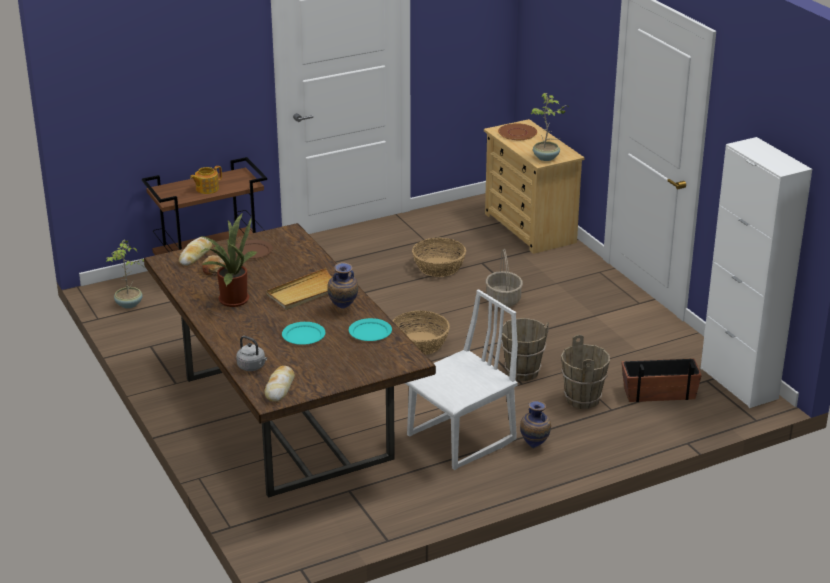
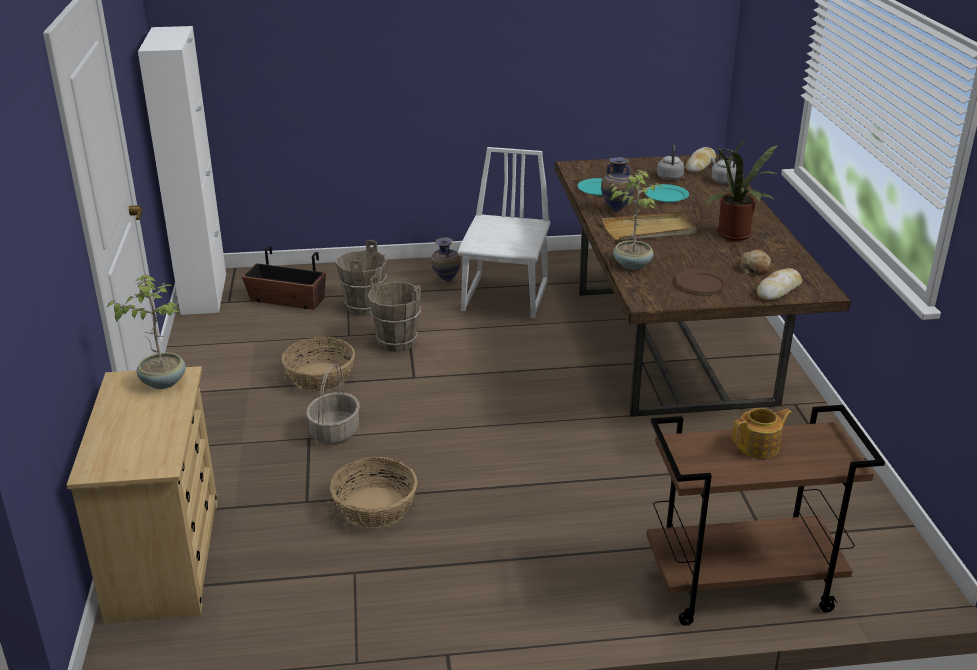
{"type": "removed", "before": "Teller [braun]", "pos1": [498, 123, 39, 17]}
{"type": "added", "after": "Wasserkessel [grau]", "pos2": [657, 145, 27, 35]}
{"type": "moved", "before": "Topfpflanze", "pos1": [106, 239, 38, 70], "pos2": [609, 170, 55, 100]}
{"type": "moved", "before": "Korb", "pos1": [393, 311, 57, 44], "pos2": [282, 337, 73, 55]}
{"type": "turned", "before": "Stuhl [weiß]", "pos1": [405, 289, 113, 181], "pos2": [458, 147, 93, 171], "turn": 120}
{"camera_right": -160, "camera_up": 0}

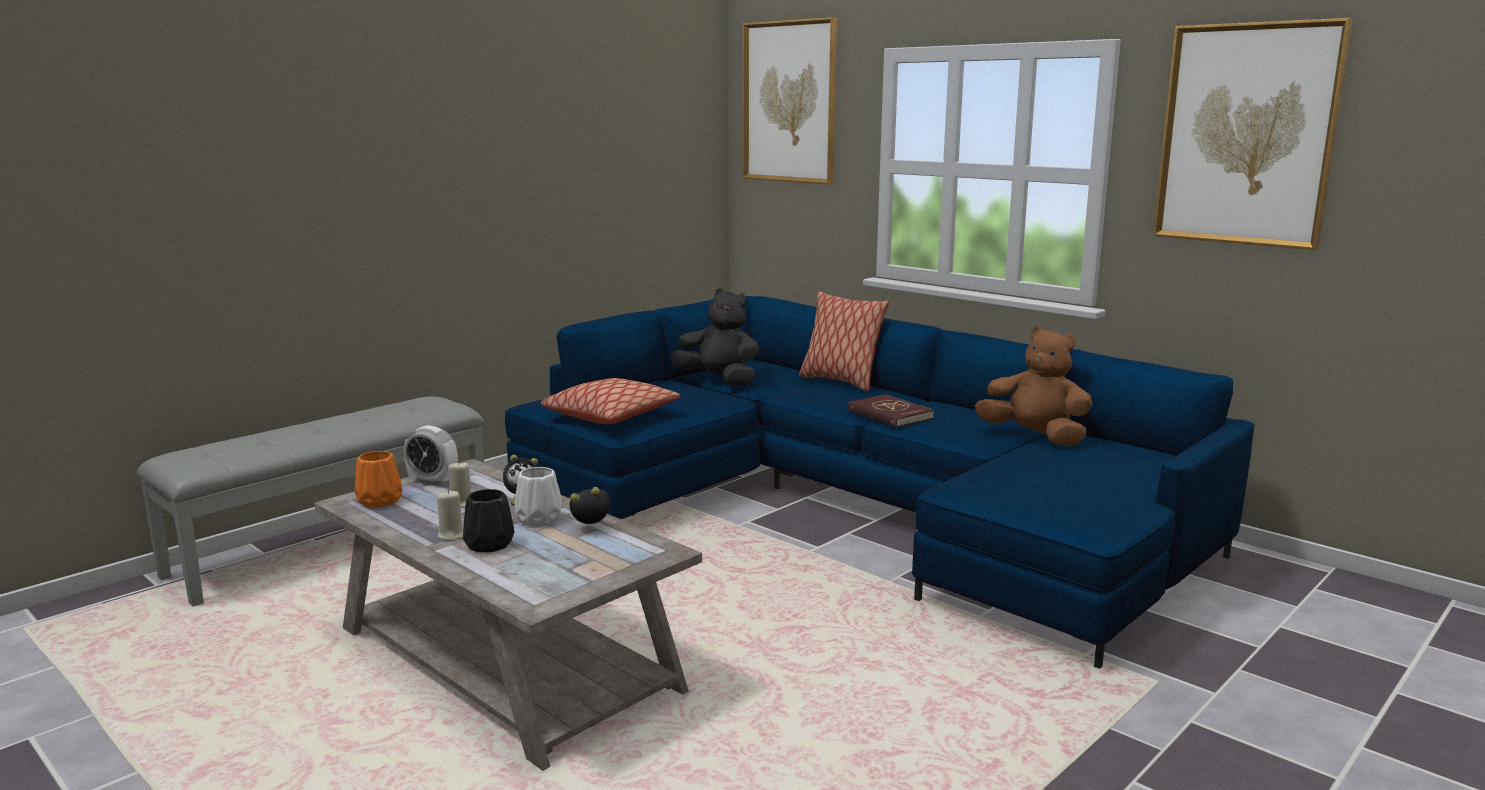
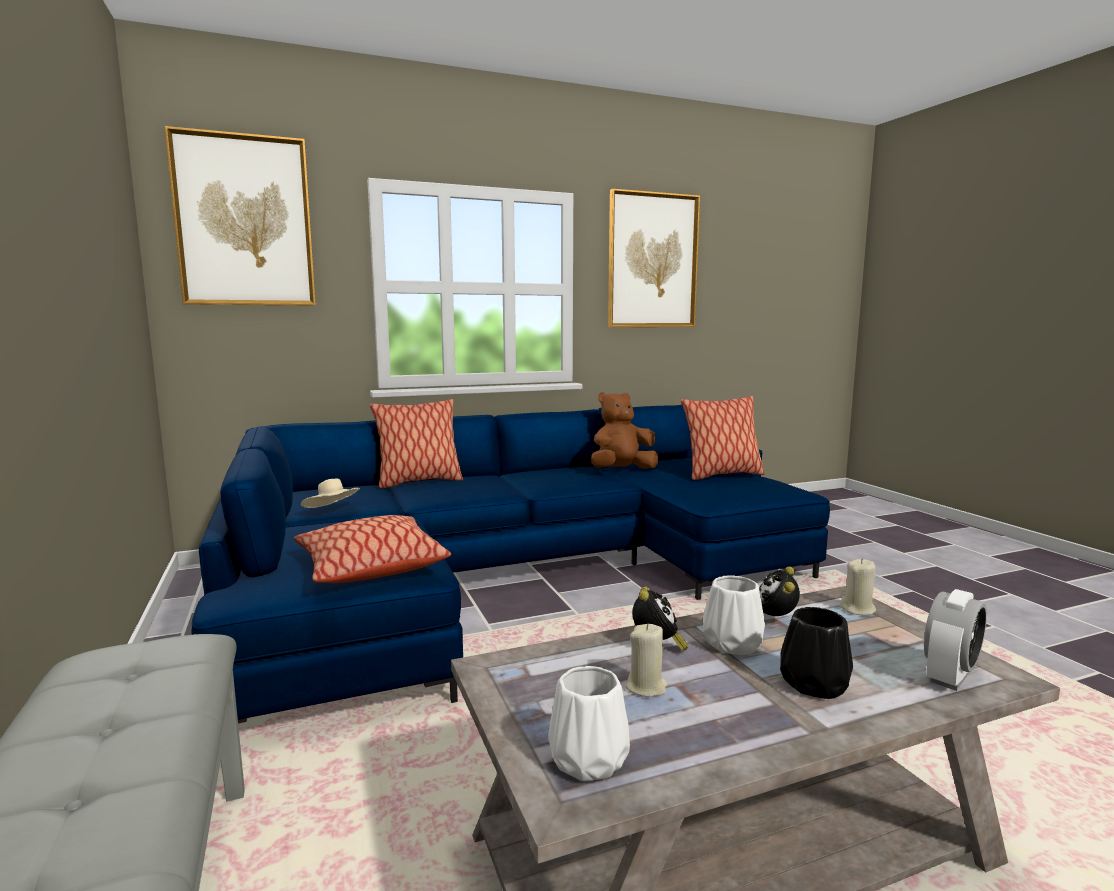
{"type": "removed", "before": "Buch [rot]", "pos1": [848, 394, 86, 34]}
{"type": "added", "after": "Kissen", "pos2": [681, 396, 84, 84]}
{"type": "moved", "before": "Wecker", "pos1": [404, 425, 54, 61], "pos2": [924, 589, 63, 102]}
{"type": "moved", "before": "Kerze [beige]", "pos1": [437, 490, 26, 51], "pos2": [840, 558, 36, 57]}
{"type": "replaced", "before": "Plüschtier [schwarz]", "after": "Hut [beige]", "pos1": [671, 288, 88, 98], "pos2": [301, 479, 59, 29]}
{"type": "recoloured", "before": "Vase [orange]", "after": "Vase [weiß]", "pos1": [355, 451, 48, 56], "pos2": [548, 666, 82, 115]}
{"camera_right": -65, "camera_up": -5}

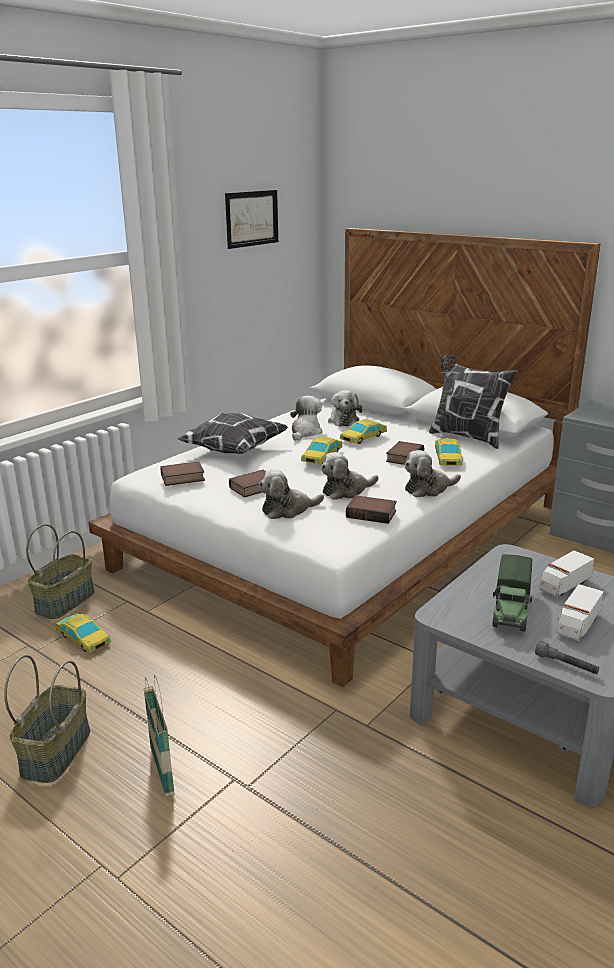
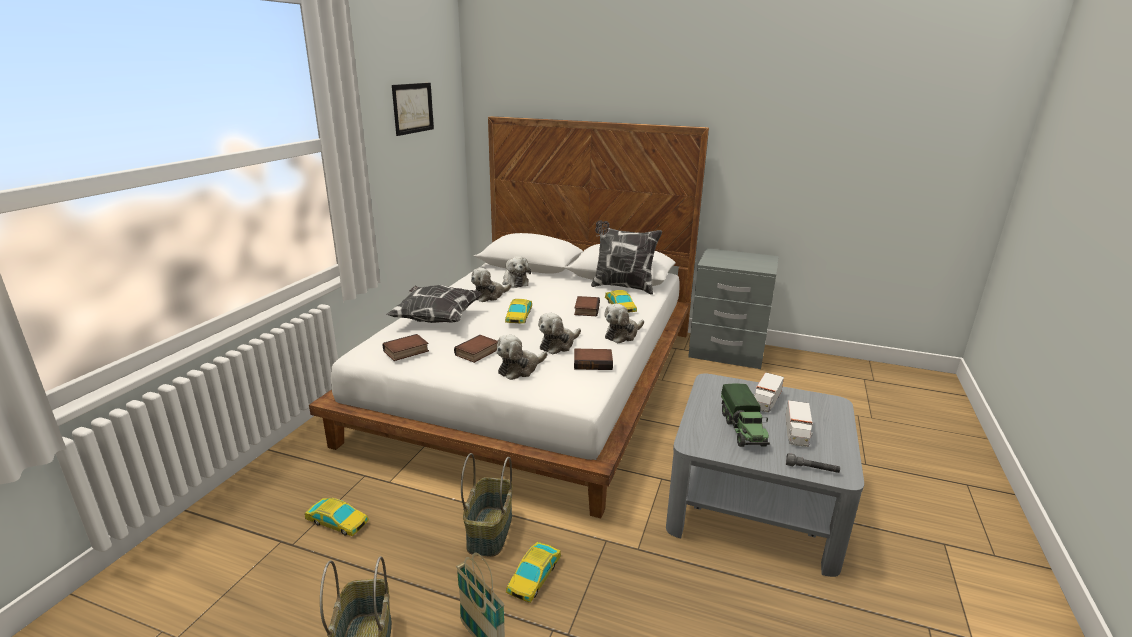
{"type": "moved", "before": "Korb", "pos1": [26, 524, 69, 95], "pos2": [461, 453, 52, 104]}
{"type": "moved", "before": "Spielzeugauto", "pos1": [340, 419, 47, 25], "pos2": [506, 542, 55, 61]}
{"type": "turned", "before": "Plüschtier", "pos1": [290, 396, 33, 45], "pos2": [471, 268, 40, 34], "turn": -135}
{"camera_right": -20, "camera_up": 0}

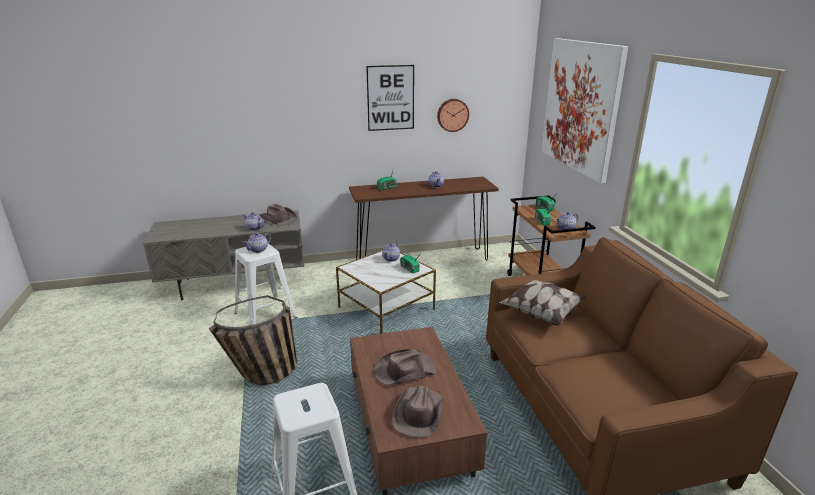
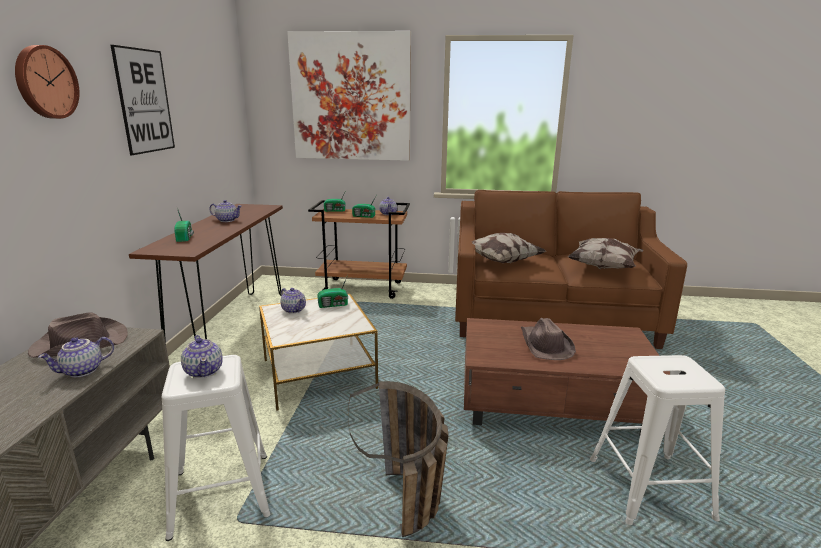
{"type": "removed", "before": "Hut [braun]", "pos1": [392, 386, 52, 52]}
{"type": "added", "after": "Kissen", "pos2": [567, 238, 76, 31]}
{"type": "moved", "before": "Wanduhr", "pos1": [437, 99, 32, 33], "pos2": [15, 45, 65, 74]}
{"camera_right": -70, "camera_up": -5}

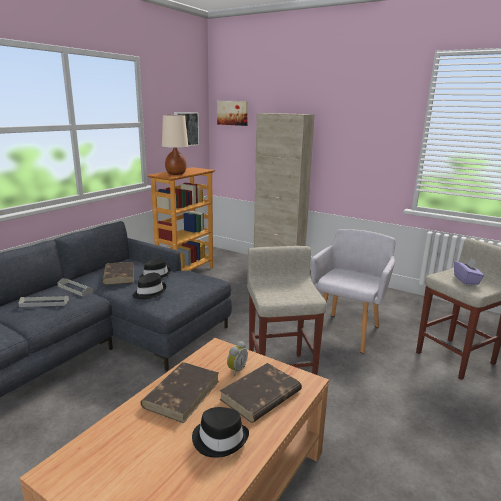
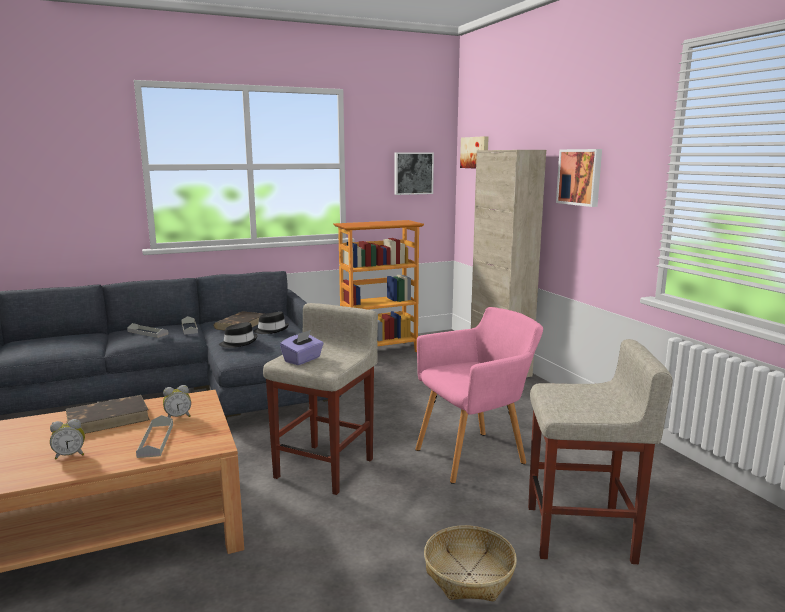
{"type": "removed", "before": "Tischlampe [beige]", "pos1": [162, 115, 26, 60]}
{"type": "added", "after": "Korb", "pos2": [424, 525, 93, 77]}
{"type": "added", "after": "Bild", "pos2": [556, 149, 46, 58]}
{"type": "moved", "before": "Taschentuchbox [lila]", "pos1": [454, 258, 30, 27], "pos2": [280, 330, 44, 35]}
{"type": "replaced", "before": "Hut [schwarz]", "after": "Wecker", "pos1": [192, 407, 57, 51], "pos2": [50, 419, 35, 40]}
{"type": "replaced", "before": "Buch [braun]", "after": "Tablett [grau]", "pos1": [220, 363, 82, 60], "pos2": [136, 415, 37, 43]}
{"type": "recoloured", "before": "Sessel [grau]", "after": "Sessel [rosa]", "pos1": [311, 229, 84, 124], "pos2": [415, 307, 128, 177]}
{"camera_right": 35, "camera_up": -5}

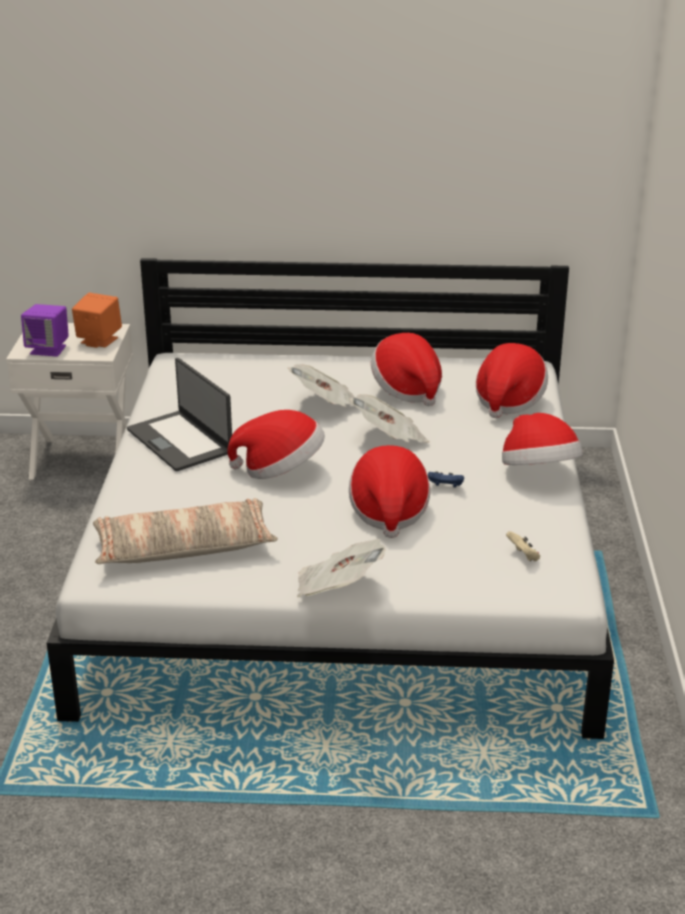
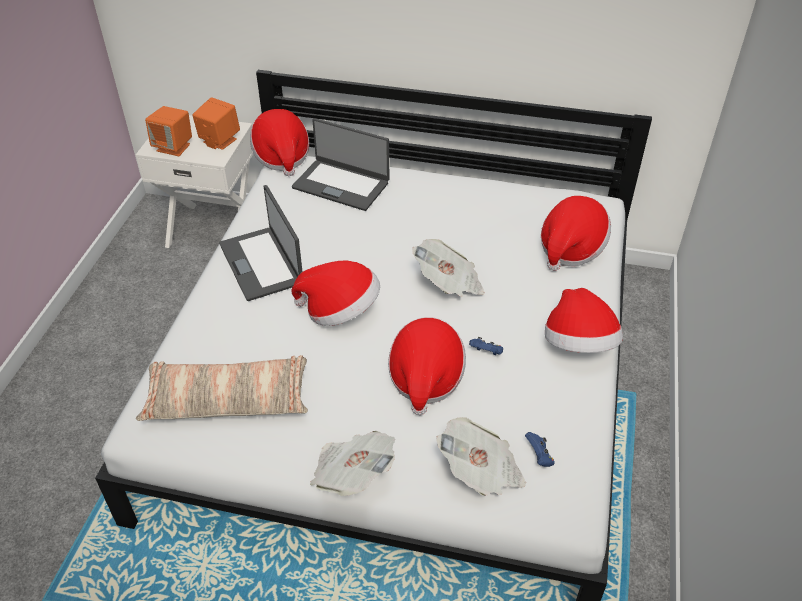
{"type": "added", "after": "Laptop", "pos2": [292, 118, 97, 93]}
{"type": "moved", "before": "Zeitung", "pos1": [288, 364, 67, 43], "pos2": [436, 417, 90, 79]}
{"type": "moved", "before": "Hut", "pos1": [371, 333, 71, 73], "pos2": [250, 109, 59, 67]}
{"type": "recoloured", "before": "Lautsprecher [lila]", "after": "Lautsprecher [orange]", "pos1": [21, 304, 48, 53], "pos2": [145, 106, 47, 50]}
{"type": "recoloured", "before": "Gamepad [beige]", "after": "Gamepad [blau]", "pos1": [506, 531, 34, 30], "pos2": [525, 432, 30, 35]}
{"camera_right": 10, "camera_up": 15}

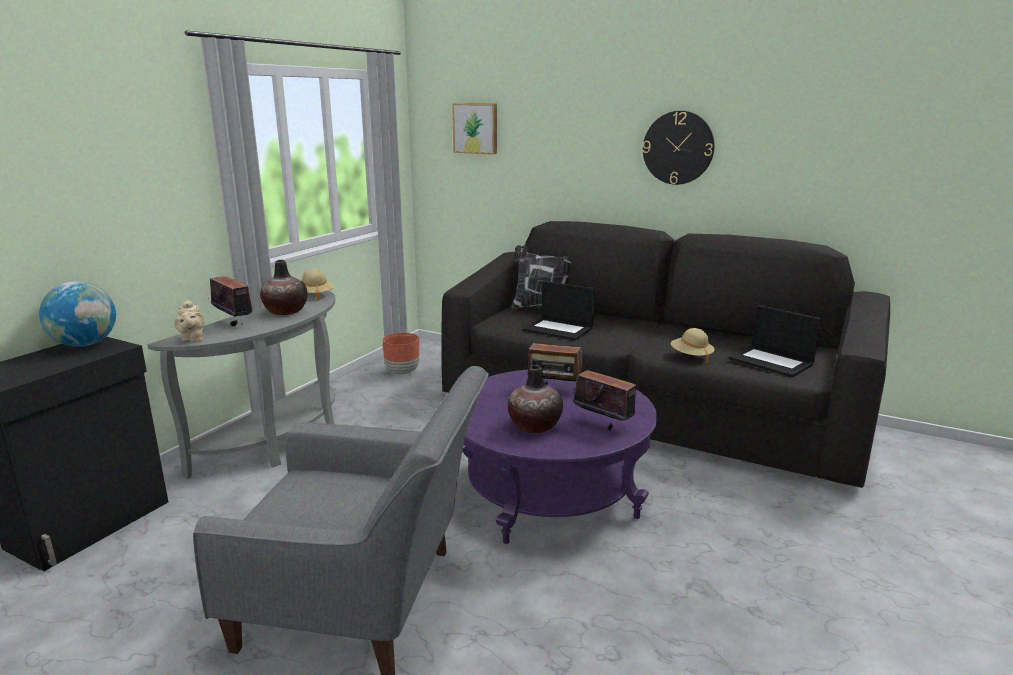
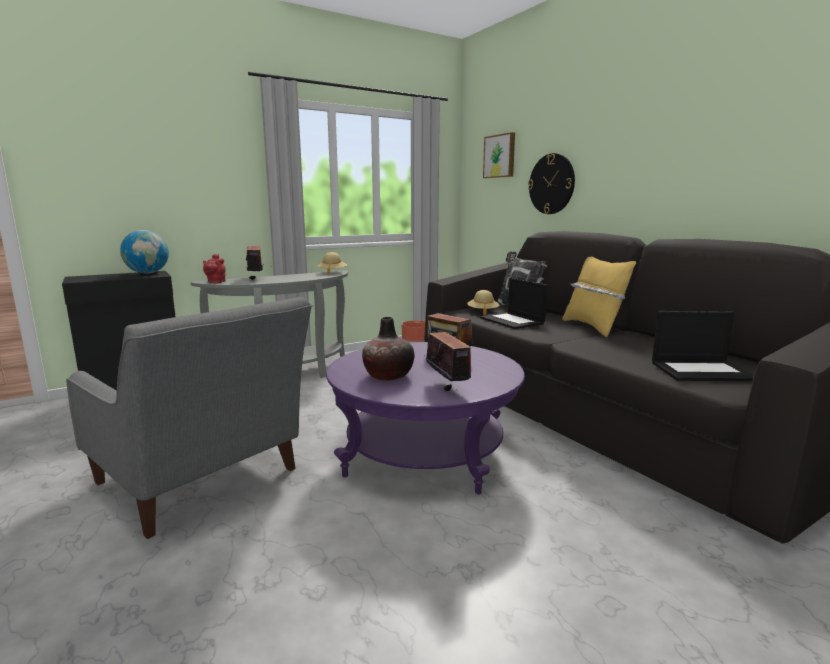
{"type": "removed", "before": "Vase", "pos1": [260, 260, 48, 55]}
{"type": "added", "after": "Kissen [gelb]", "pos2": [562, 257, 74, 80]}
{"type": "moved", "before": "Wanduhr", "pos1": [643, 111, 71, 74], "pos2": [528, 153, 47, 61]}
{"type": "moved", "before": "Hut [beige]", "pos1": [671, 328, 44, 35], "pos2": [467, 290, 32, 25]}
{"type": "recoloured", "before": "Teekanne [beige]", "after": "Teekanne [rot]", "pos1": [174, 300, 31, 43], "pos2": [203, 254, 23, 29]}
{"type": "turned", "before": "Laptop", "pos1": [729, 305, 92, 72], "pos2": [652, 311, 102, 70], "turn": -75}
{"camera_right": 30, "camera_up": -5}

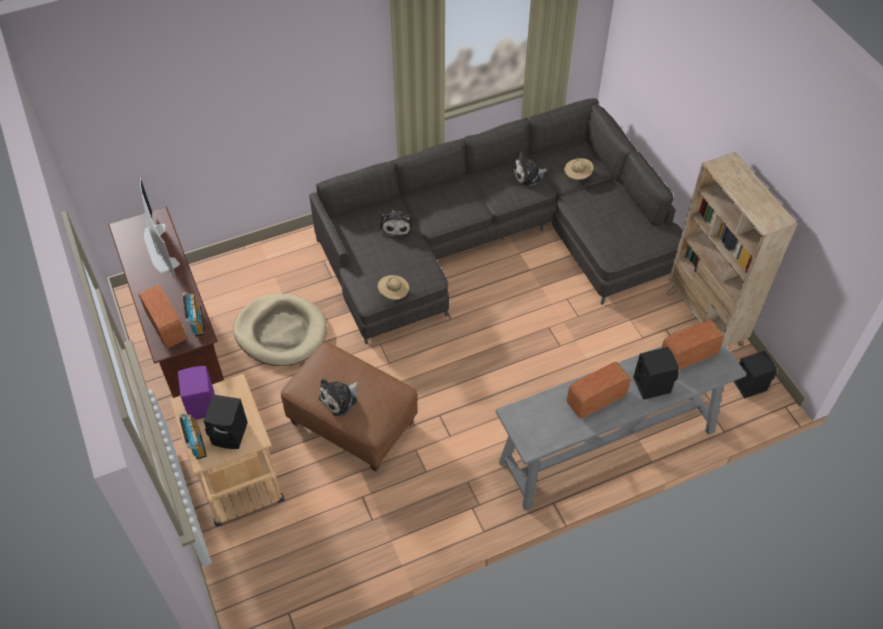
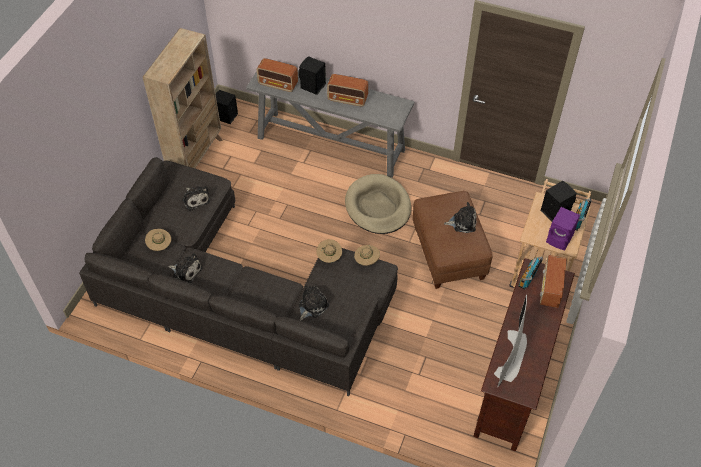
{"type": "added", "after": "Plüschtier", "pos2": [183, 186, 27, 25]}
{"type": "added", "after": "Hut [beige]", "pos2": [316, 239, 26, 24]}
{"type": "moved", "before": "Hundebett [beige]", "pos1": [233, 294, 94, 72], "pos2": [345, 174, 66, 60]}
{"camera_right": -135, "camera_up": 0}

